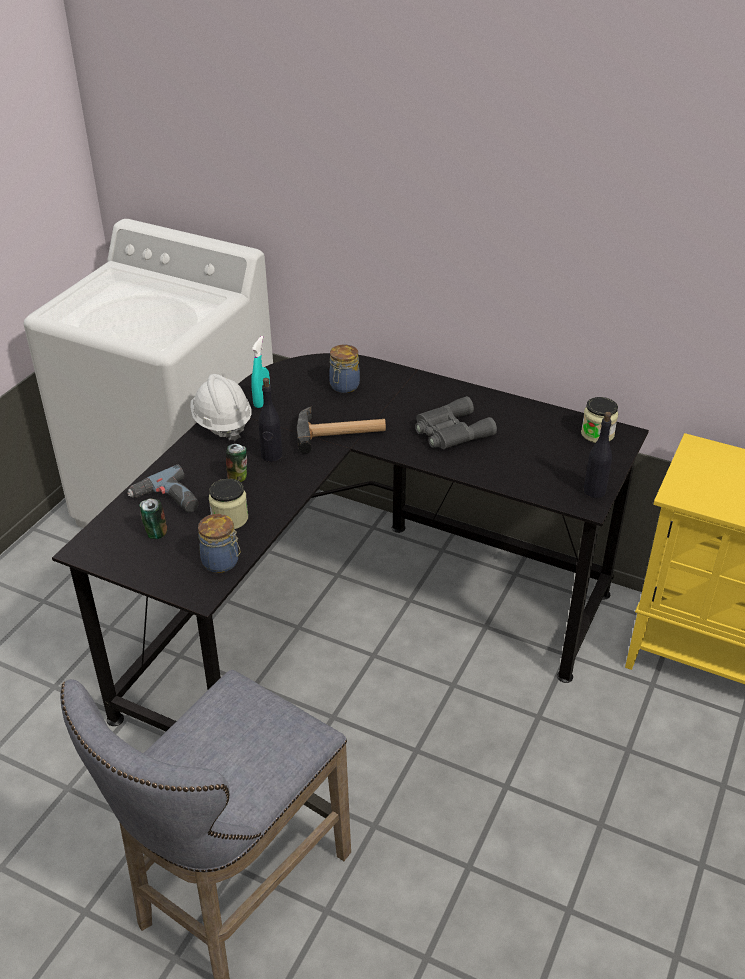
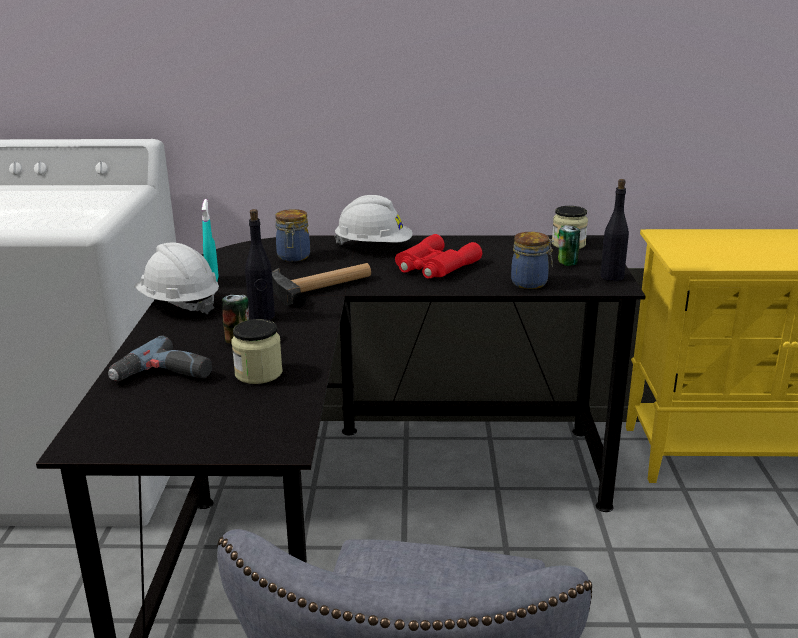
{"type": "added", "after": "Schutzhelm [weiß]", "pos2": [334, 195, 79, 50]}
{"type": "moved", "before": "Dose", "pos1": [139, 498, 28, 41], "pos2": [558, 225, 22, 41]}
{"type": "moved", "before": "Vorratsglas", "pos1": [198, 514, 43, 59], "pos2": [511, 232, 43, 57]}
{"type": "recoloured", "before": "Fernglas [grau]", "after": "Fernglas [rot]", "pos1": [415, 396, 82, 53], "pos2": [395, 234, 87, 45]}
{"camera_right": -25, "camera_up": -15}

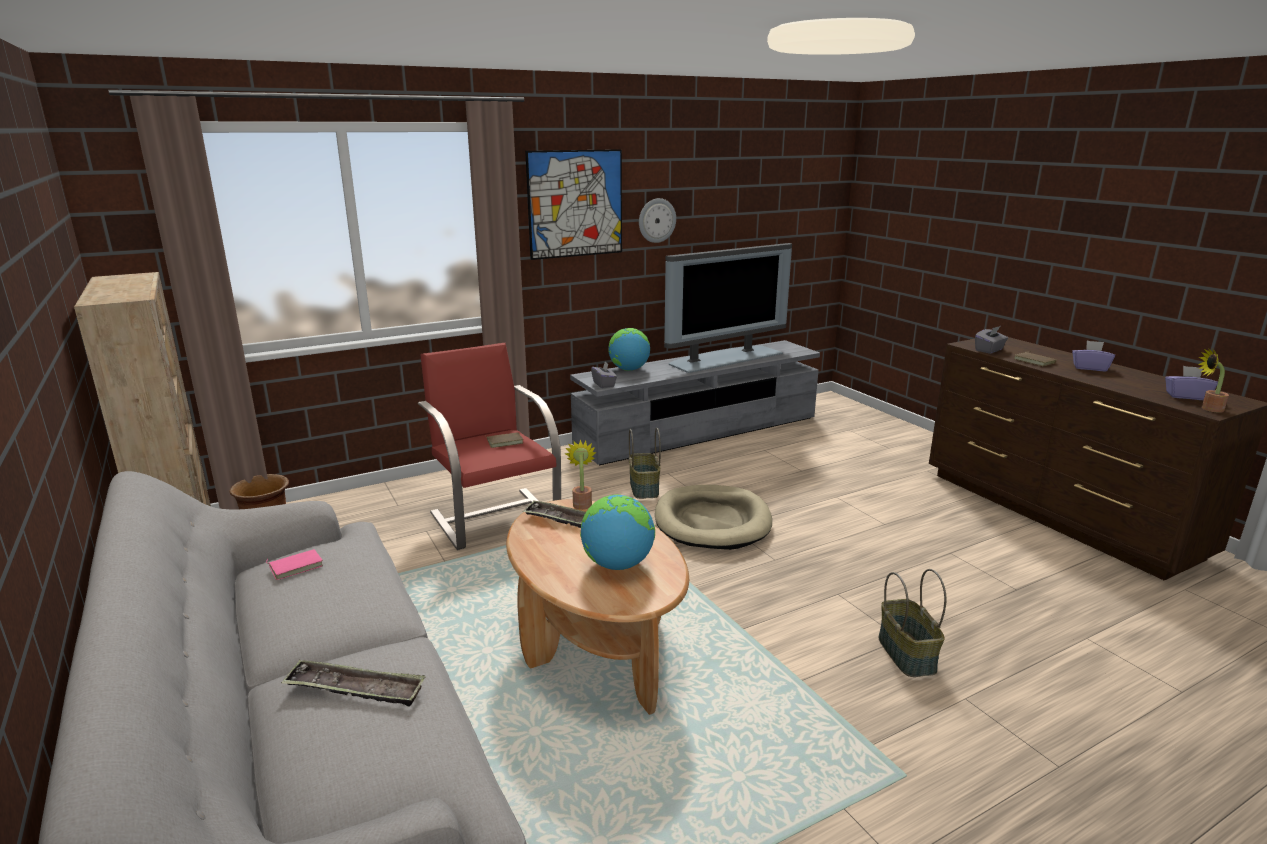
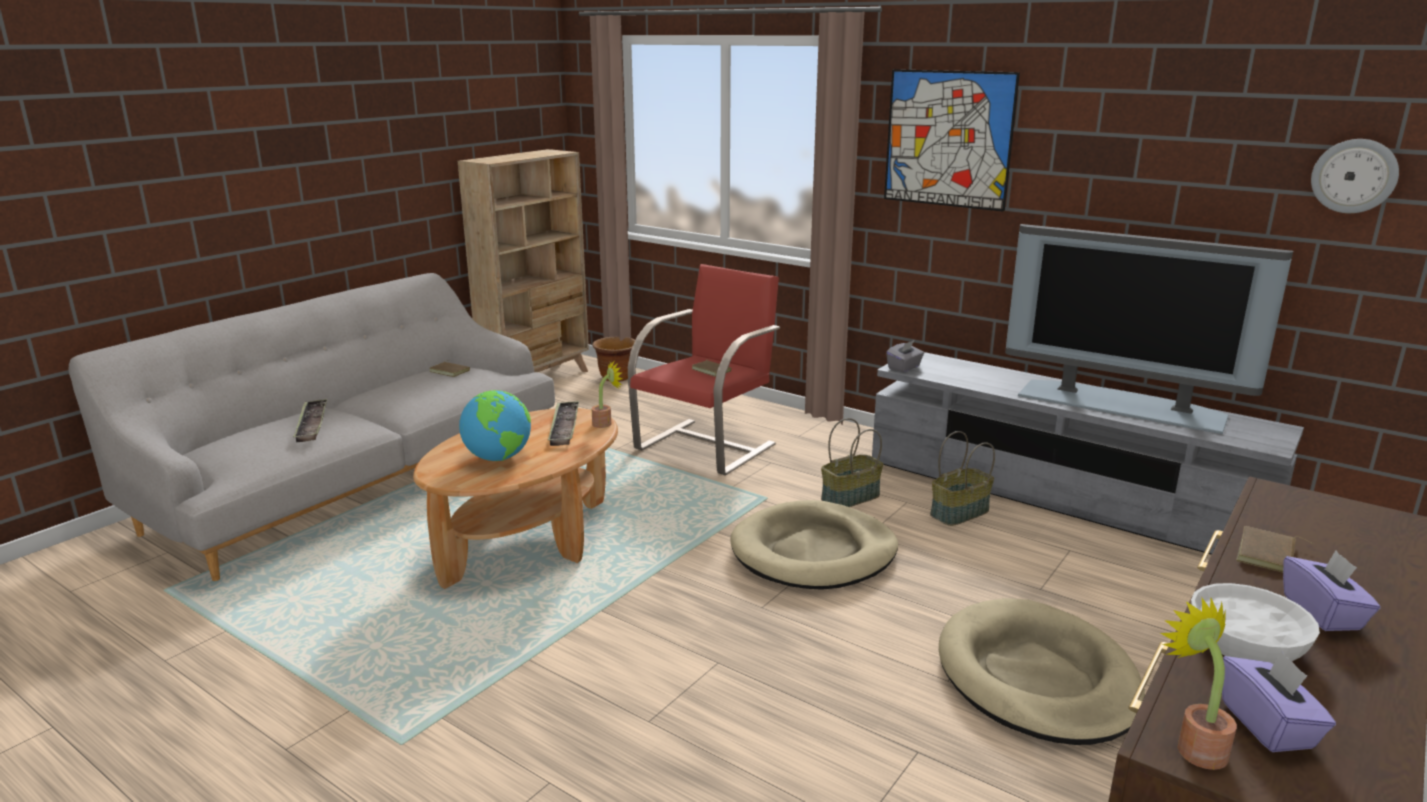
{"type": "removed", "before": "Globus", "pos1": [608, 328, 42, 43]}
{"type": "removed", "before": "Taschentuchbox [grau]", "pos1": [975, 326, 33, 28]}
{"type": "added", "after": "Hundebett [beige]", "pos2": [939, 598, 206, 147]}
{"type": "added", "after": "Schüssel [weiß]", "pos2": [1191, 583, 129, 81]}
{"type": "moved", "before": "Wanduhr", "pos1": [639, 198, 37, 45], "pos2": [1311, 139, 88, 74]}
{"type": "moved", "before": "Korb", "pos1": [879, 569, 67, 108], "pos2": [930, 431, 65, 95]}
{"type": "recoloured", "before": "Buch [rosa]", "after": "Buch [braun]", "pos1": [266, 549, 57, 31], "pos2": [429, 360, 41, 17]}
{"camera_right": 65, "camera_up": 0}

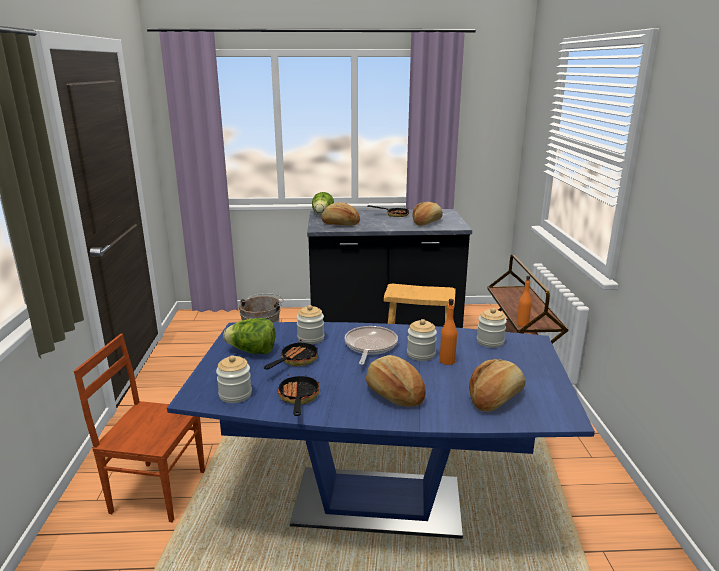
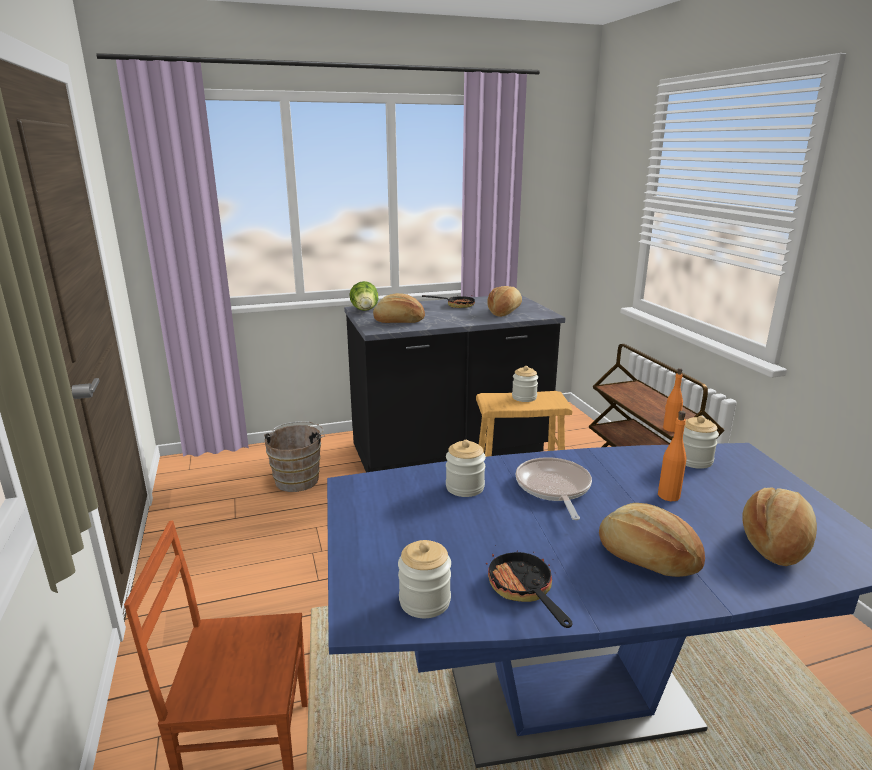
{"type": "removed", "before": "Salatkopf", "pos1": [223, 318, 52, 36]}
{"type": "removed", "before": "Pfanne", "pos1": [264, 339, 54, 31]}
{"type": "moved", "before": "Vorratsglas", "pos1": [407, 319, 30, 42], "pos2": [512, 366, 26, 36]}
{"camera_right": -15, "camera_up": 0}

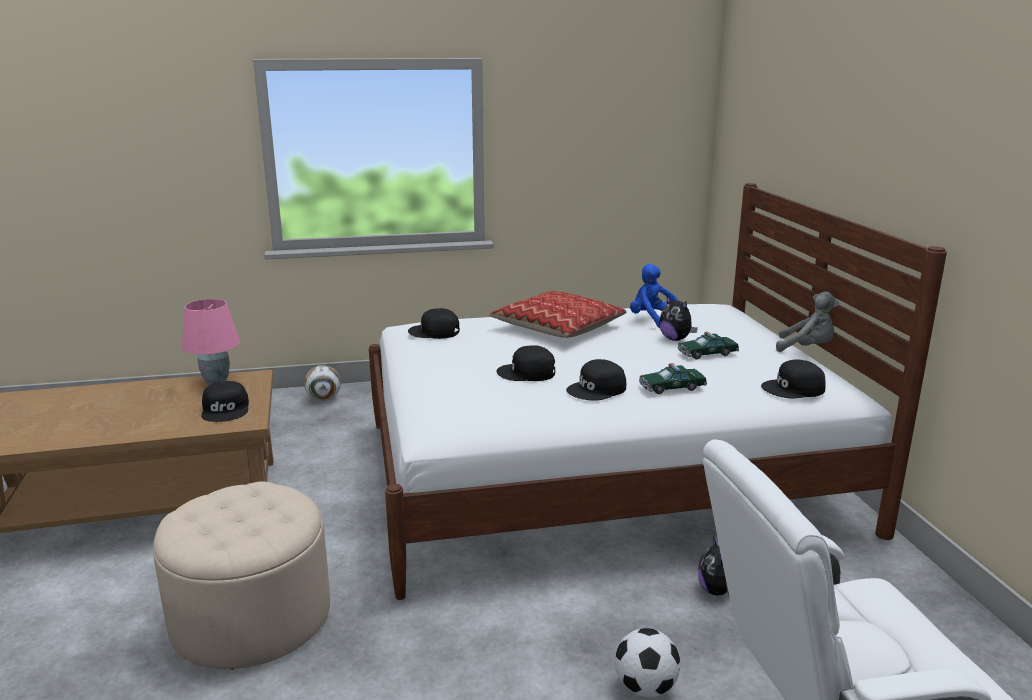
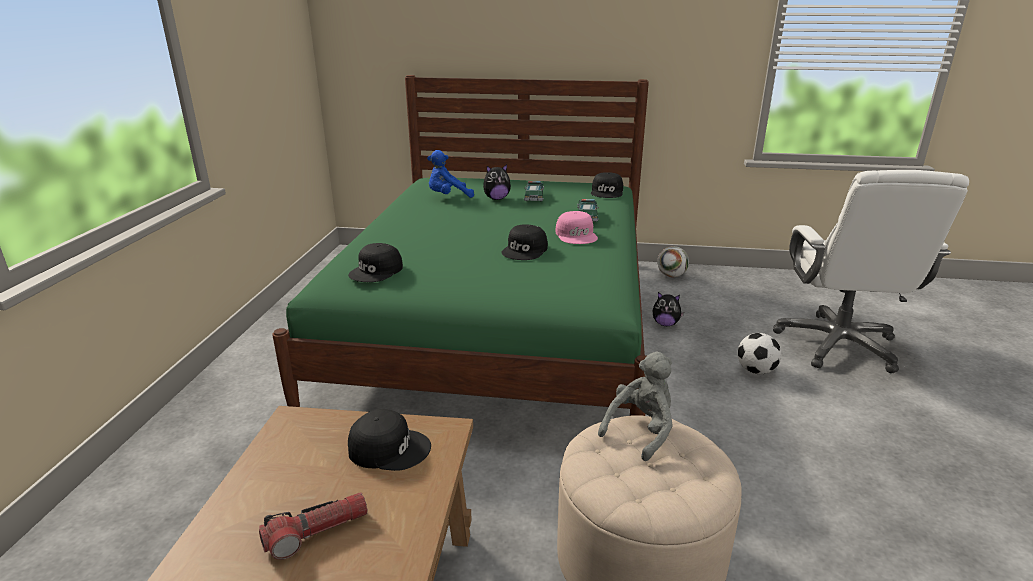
{"type": "removed", "before": "Tischlampe [rosa]", "pos1": [182, 299, 58, 86]}
{"type": "removed", "before": "Kissen", "pos1": [489, 291, 138, 47]}
{"type": "added", "after": "Taschenlampe", "pos2": [259, 493, 109, 67]}
{"type": "moved", "before": "Fußball", "pos1": [304, 365, 37, 36], "pos2": [657, 246, 32, 31]}
{"type": "moved", "before": "Plüschtier [grau]", "pos1": [776, 291, 63, 61], "pos2": [598, 352, 75, 109]}
{"type": "recoloured", "before": "Bett [weiß]", "after": "Bett [grün]", "pos1": [369, 183, 578, 417], "pos2": [272, 75, 377, 341]}
{"type": "recoloured", "before": "Kappe [schwarz]", "after": "Kappe [rosa]", "pos1": [566, 359, 60, 42], "pos2": [556, 211, 42, 33]}
{"camera_right": -70, "camera_up": 5}

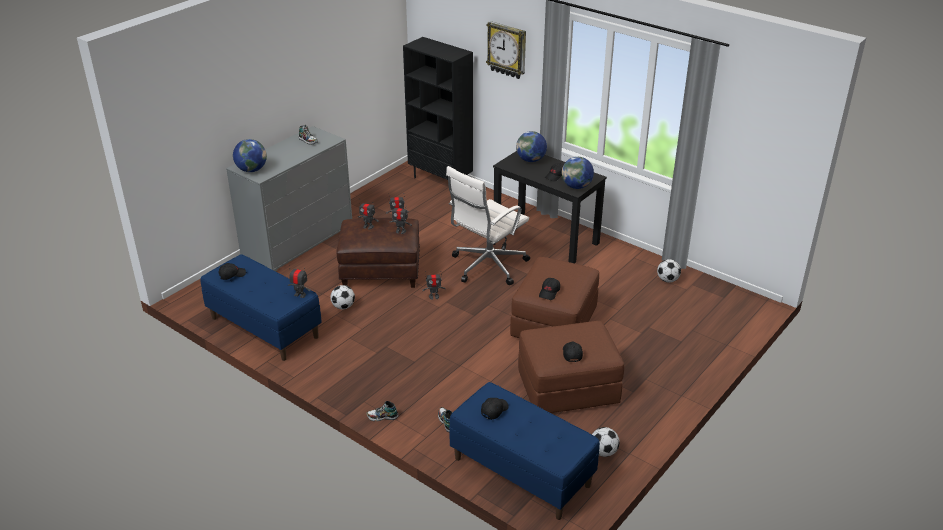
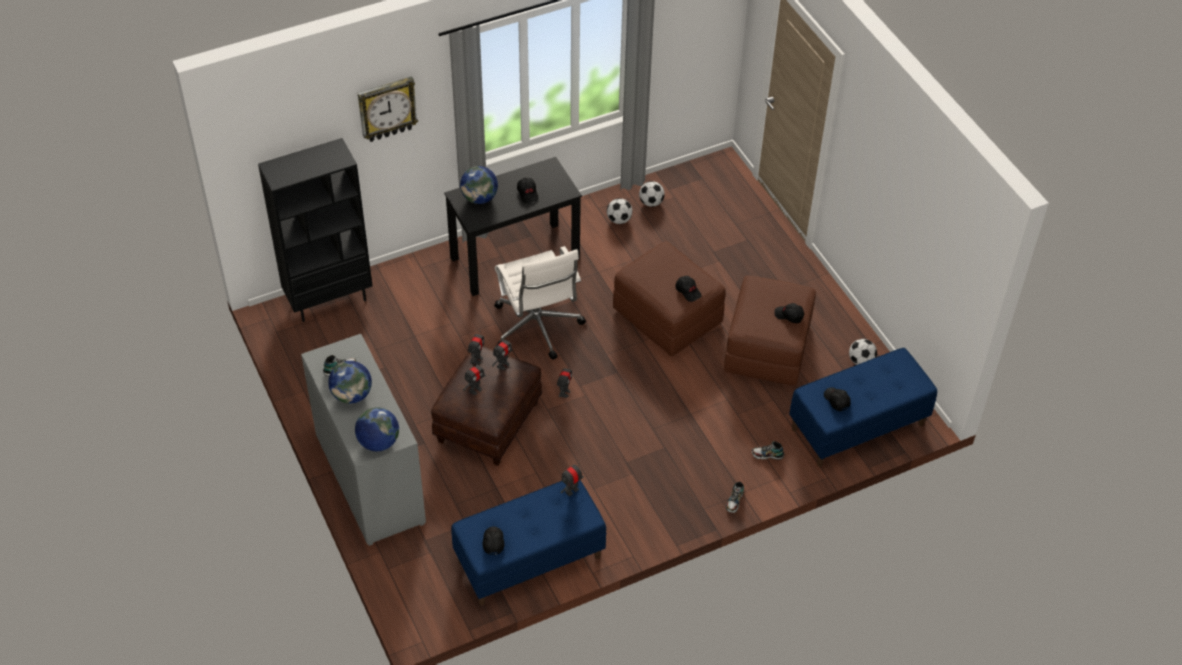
{"type": "moved", "before": "Fußball", "pos1": [330, 285, 25, 24], "pos2": [607, 198, 25, 26]}
{"type": "moved", "before": "Globus", "pos1": [562, 157, 32, 32], "pos2": [328, 361, 44, 43]}
{"camera_right": -65, "camera_up": 15}

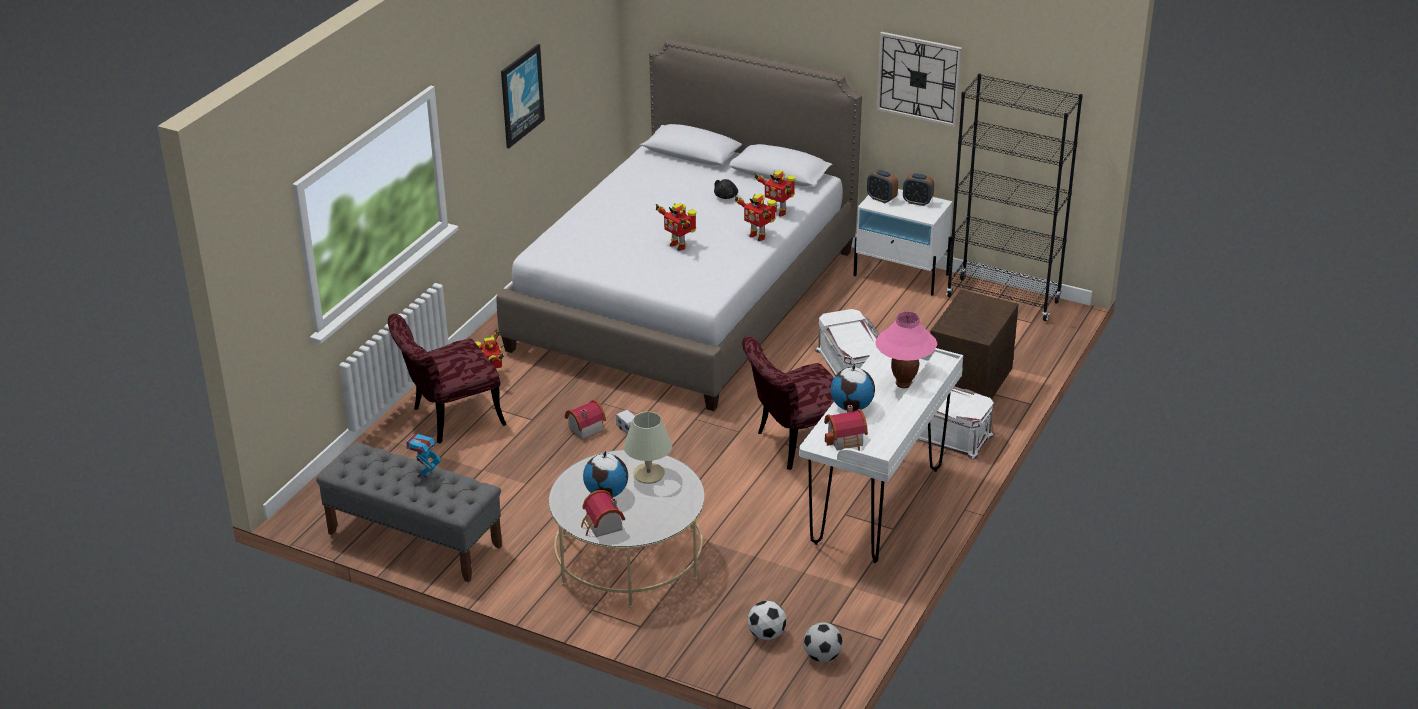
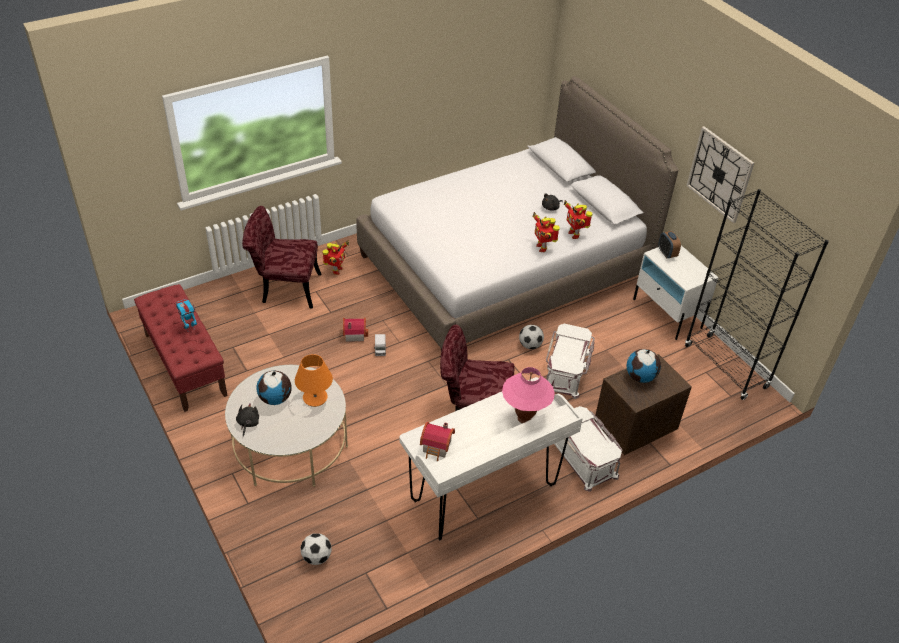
{"type": "removed", "before": "Bild", "pos1": [501, 44, 44, 104]}
{"type": "removed", "before": "Spielzeugroboter", "pos1": [656, 203, 40, 48]}
{"type": "removed", "before": "Wecker", "pos1": [903, 173, 31, 33]}
{"type": "moved", "before": "Fußball", "pos1": [803, 622, 40, 40], "pos2": [519, 325, 25, 24]}
{"type": "moved", "before": "Globus", "pos1": [831, 364, 44, 47], "pos2": [627, 349, 34, 34]}
{"type": "replaced", "before": "Spielzeughaus", "after": "Plüschtier [schwarz]", "pos1": [581, 490, 44, 47], "pos2": [236, 403, 23, 33]}
{"type": "recoloured", "before": "Bank [grau]", "after": "Bank [rot]", "pos1": [316, 442, 186, 140], "pos2": [134, 284, 93, 128]}
{"type": "recoloured", "before": "Tischlampe [beige]", "after": "Tischlampe [orange]", "pos1": [623, 412, 49, 72], "pos2": [295, 354, 38, 53]}
{"camera_right": 30, "camera_up": 10}

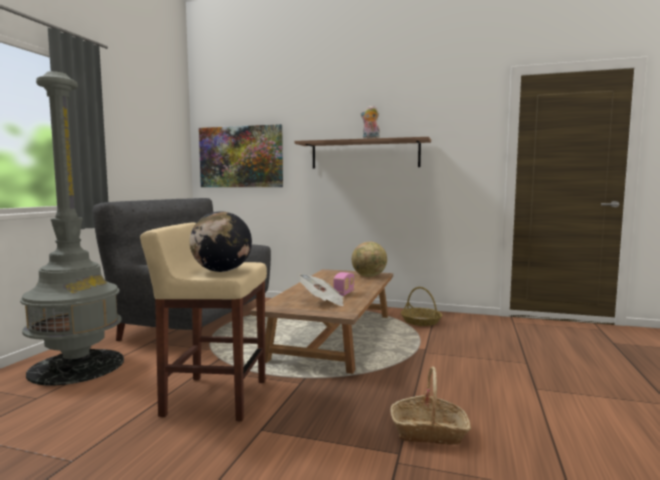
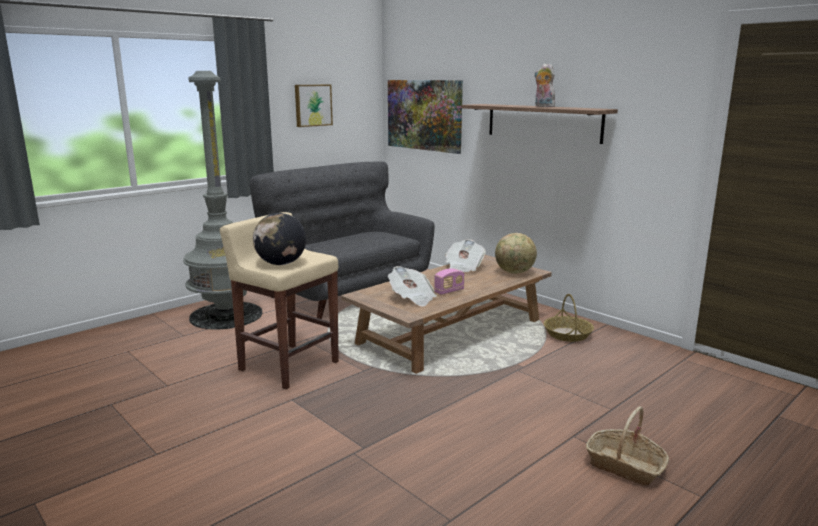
{"type": "added", "after": "Bild", "pos2": [295, 84, 38, 43]}
{"type": "added", "after": "Zeitung", "pos2": [445, 239, 41, 33]}
{"type": "moved", "before": "Korb", "pos1": [390, 366, 81, 79], "pos2": [586, 406, 83, 80]}
{"camera_right": 30, "camera_up": 10}

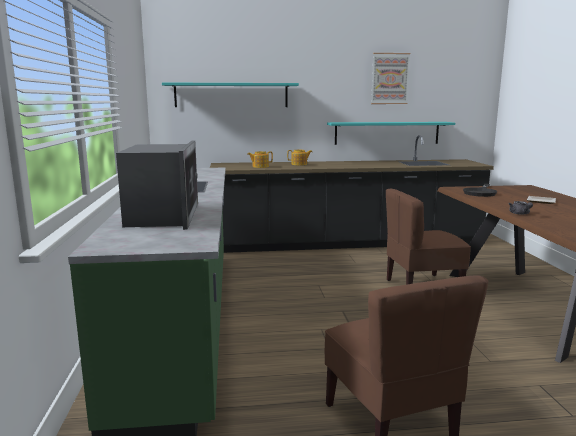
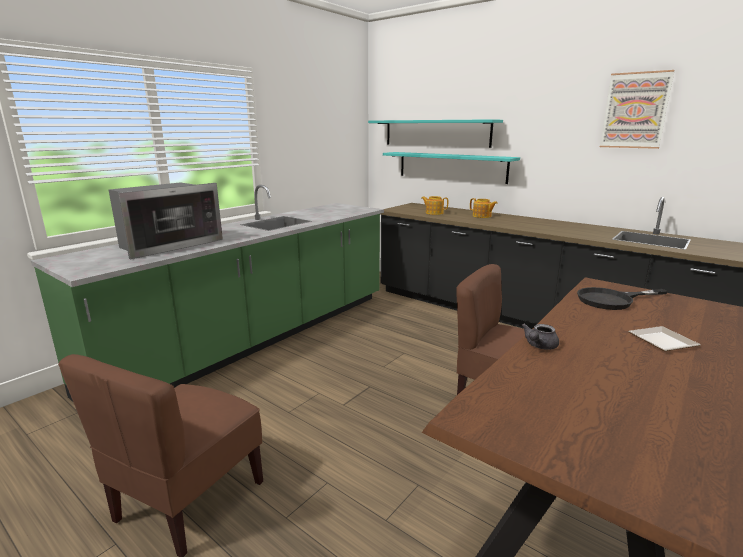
{"type": "moved", "before": "Wandregal [türkis]", "pos1": [327, 122, 128, 23], "pos2": [383, 152, 137, 32]}
{"camera_right": 45, "camera_up": 5}

